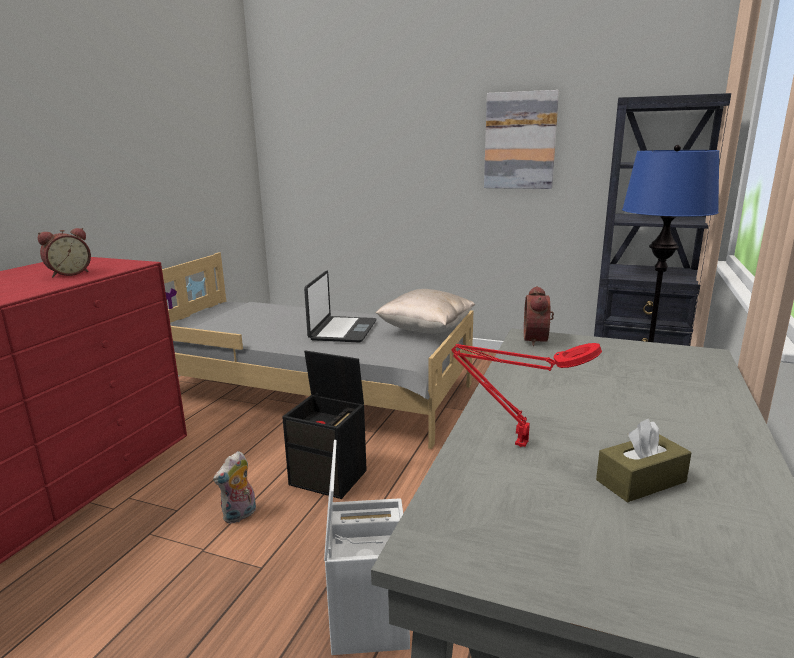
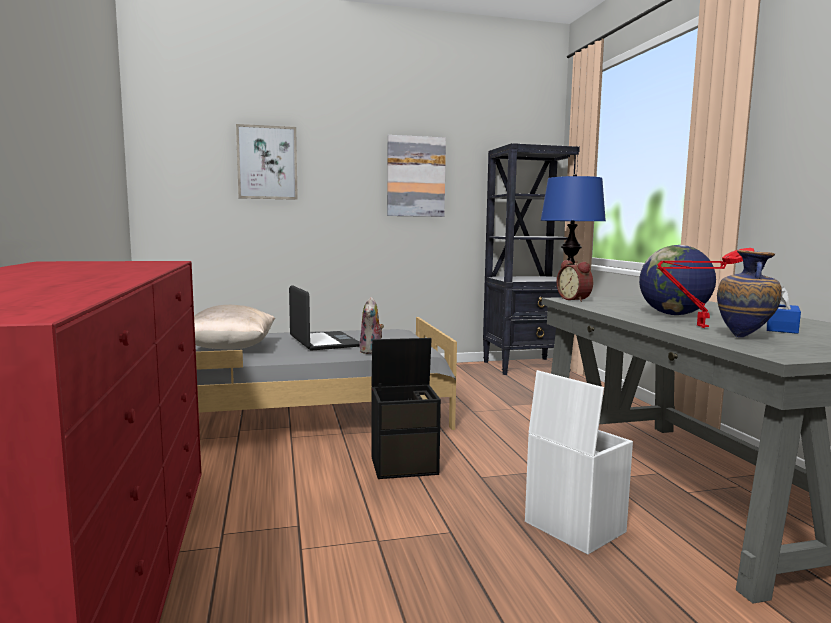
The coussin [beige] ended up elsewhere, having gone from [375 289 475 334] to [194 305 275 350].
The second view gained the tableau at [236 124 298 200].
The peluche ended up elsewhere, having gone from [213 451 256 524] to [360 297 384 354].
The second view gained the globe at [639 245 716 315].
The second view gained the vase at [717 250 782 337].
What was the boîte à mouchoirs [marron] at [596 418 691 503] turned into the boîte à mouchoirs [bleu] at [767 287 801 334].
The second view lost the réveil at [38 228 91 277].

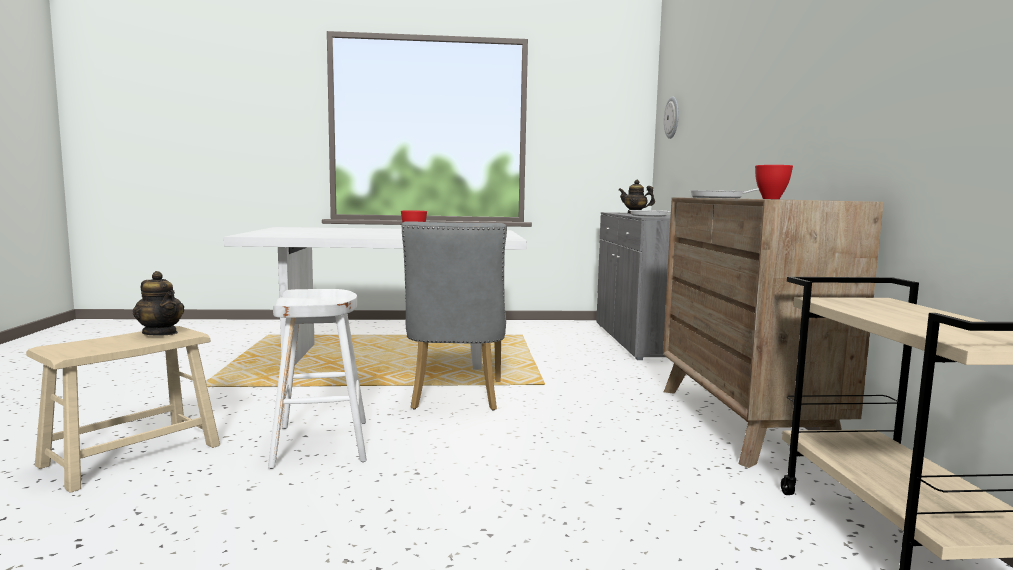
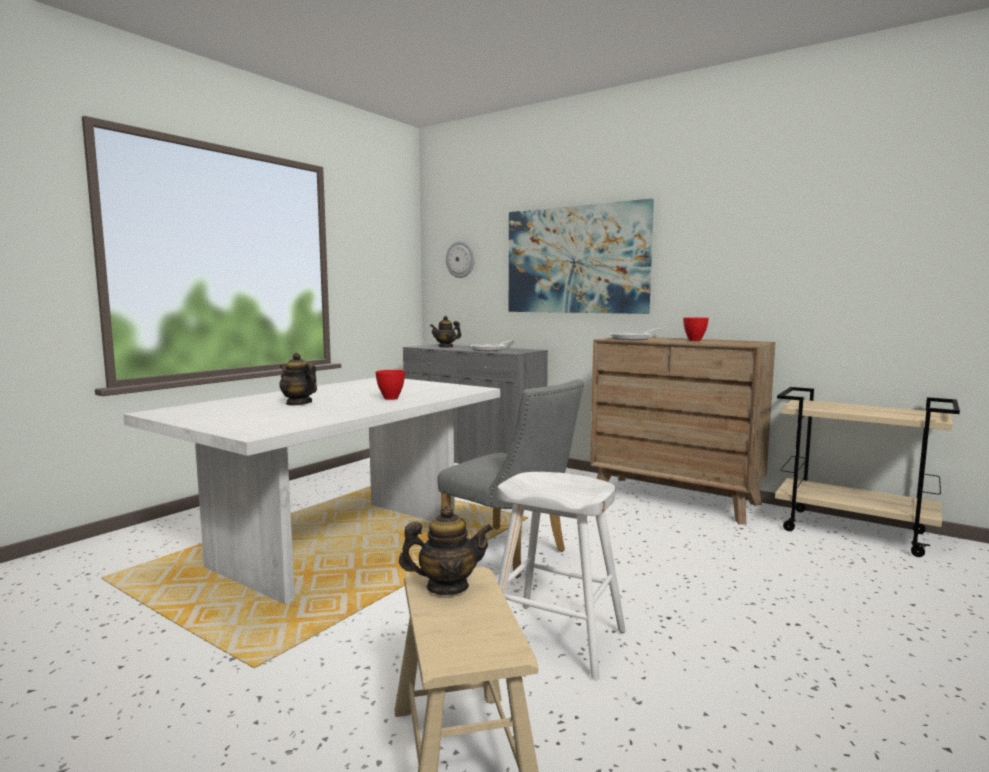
The second view gained the théière at [280 353 317 405].
The second view gained the tableau at [509 199 654 314].

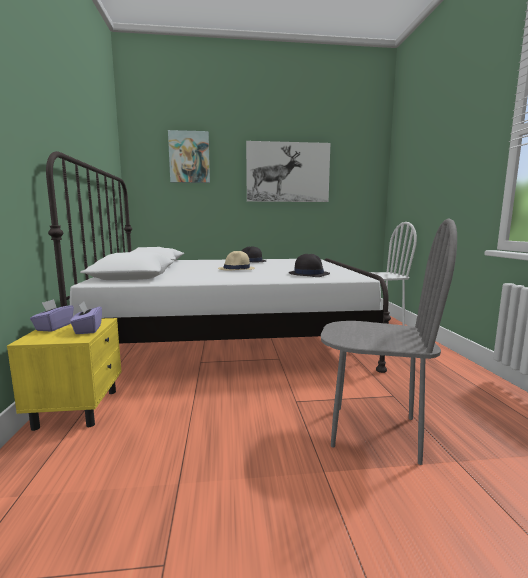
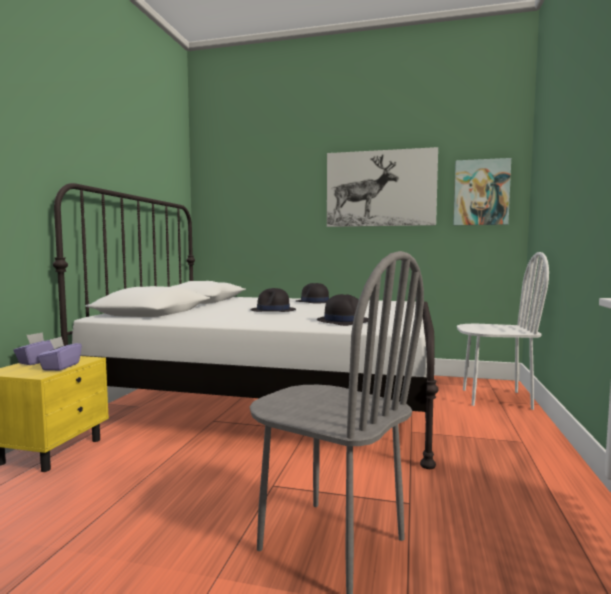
What was the chapeau [beige] at [218 251 255 271] turned into the chapeau [noir] at [250 288 296 312].
The tableau ended up elsewhere, having gone from [168 130 210 183] to [453 158 511 225].

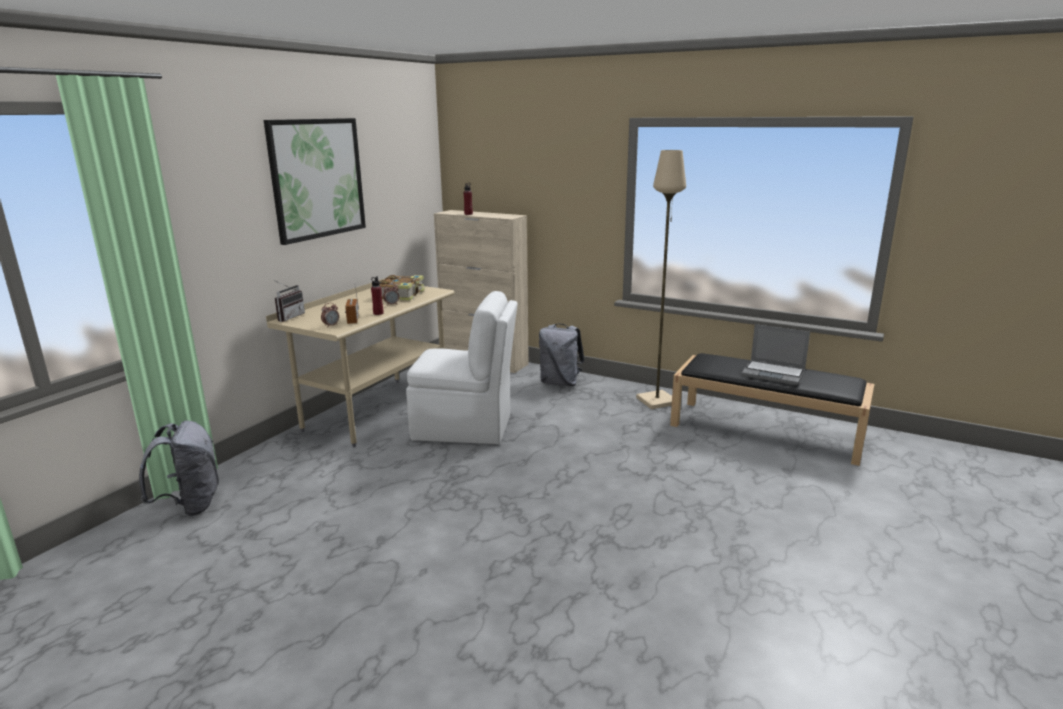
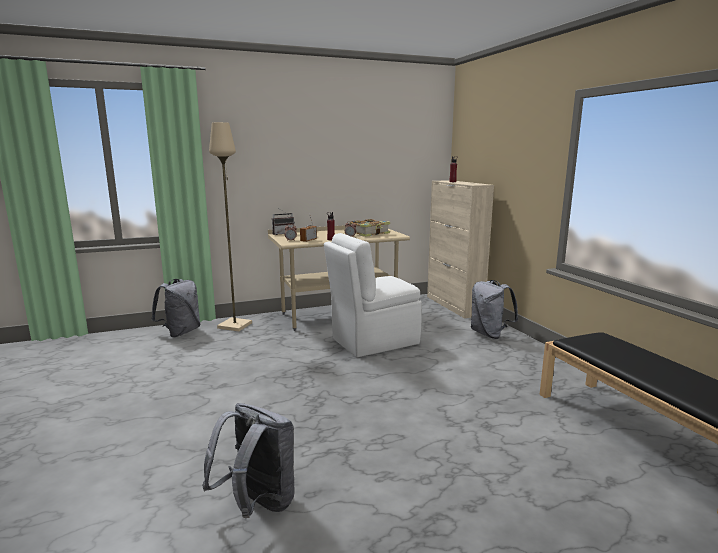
The second view gained the sac à dos [gris] at [202 403 295 518].
The lampadaire [beige] ended up elsewhere, having gone from [636 150 686 409] to [209 122 252 331].
The chaise [blanc] at [406 291 518 444] ended up facing another way, 105 degrees clockwise from before.
The second view lost the tableau at [264 118 366 245].
The second view lost the ordinateur portable at [742 324 810 385].

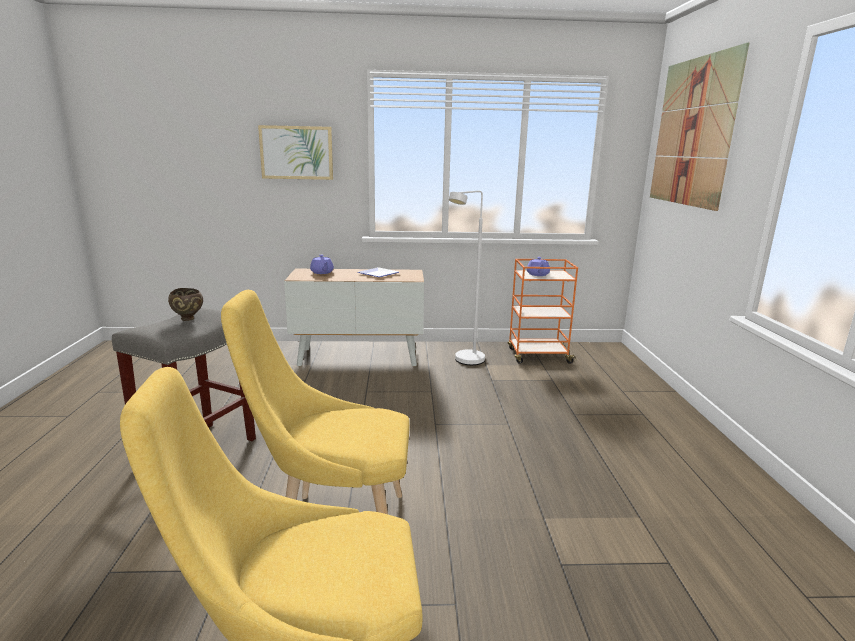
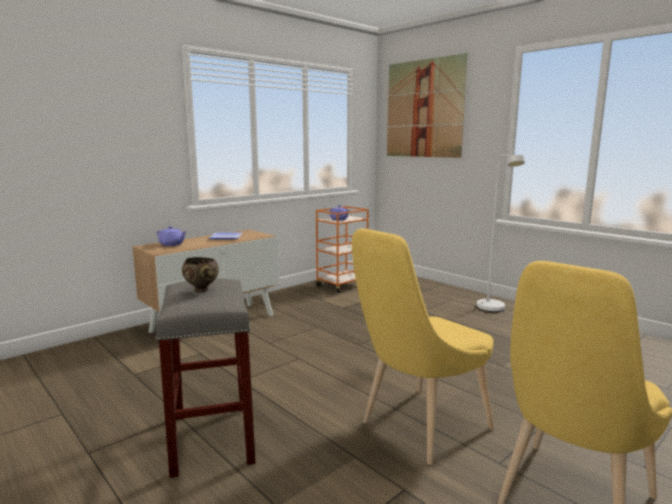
The lampadaire [blanc] ended up elsewhere, having gone from [448 191 485 365] to [477 155 525 312].
The second view lost the tableau at [258 125 333 180].

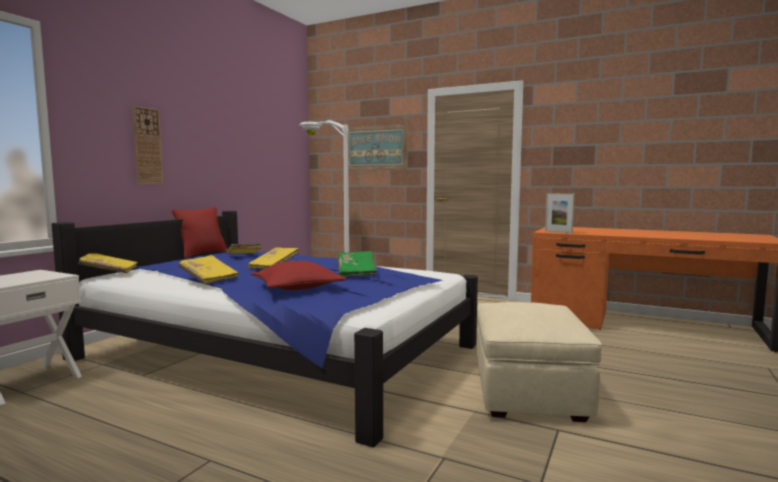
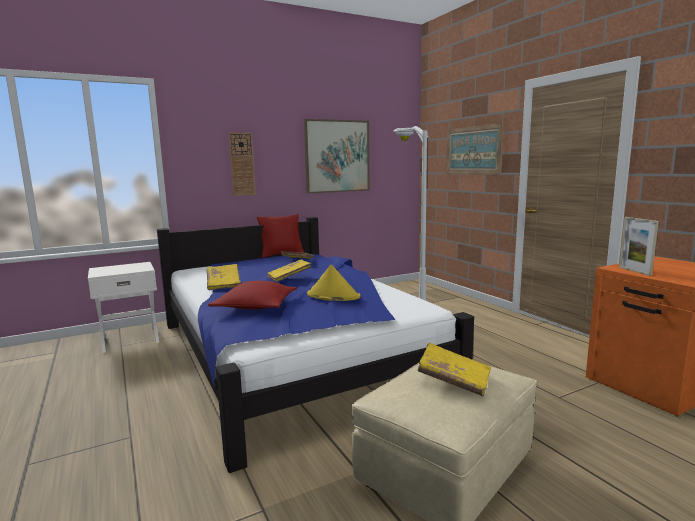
The second view gained the tableau at [304 119 370 194].
Where the livre [vert] stood at [338 251 377 277], the chapeau [jaune] came to stand at [307 264 361 301].
The livre [jaune] ended up elsewhere, having gone from [78 253 137 273] to [417 343 491 396].

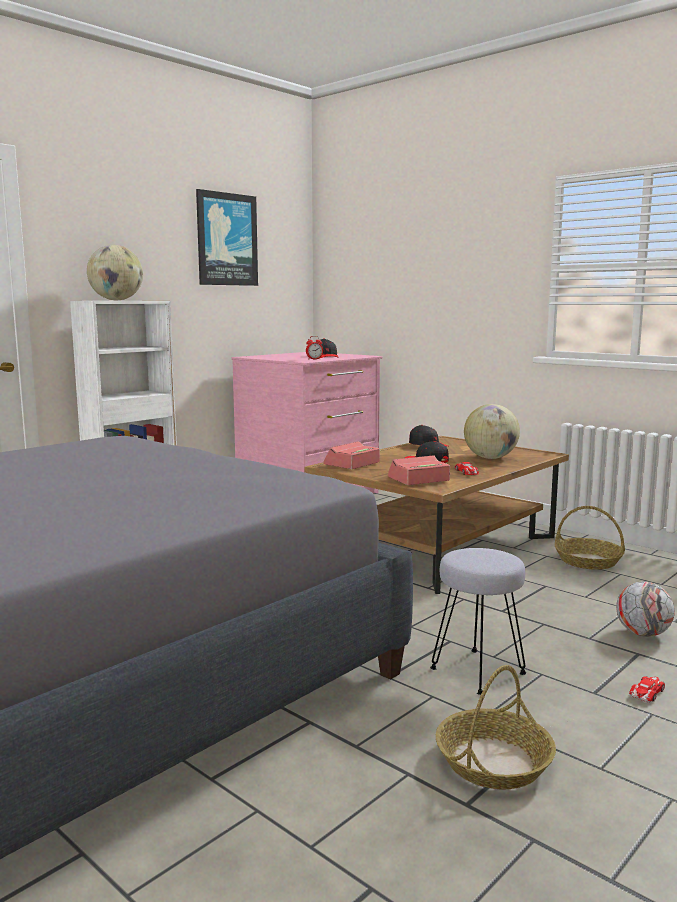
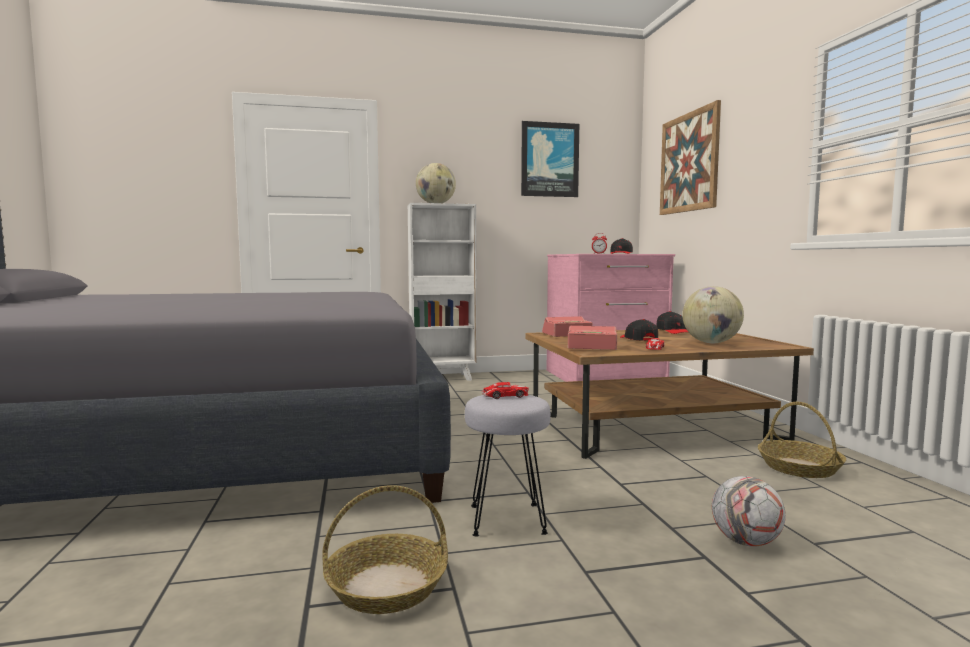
The petite voiture ended up elsewhere, having gone from [629 676 665 703] to [482 382 529 399].
The second view gained the tableau at [660 100 721 215].

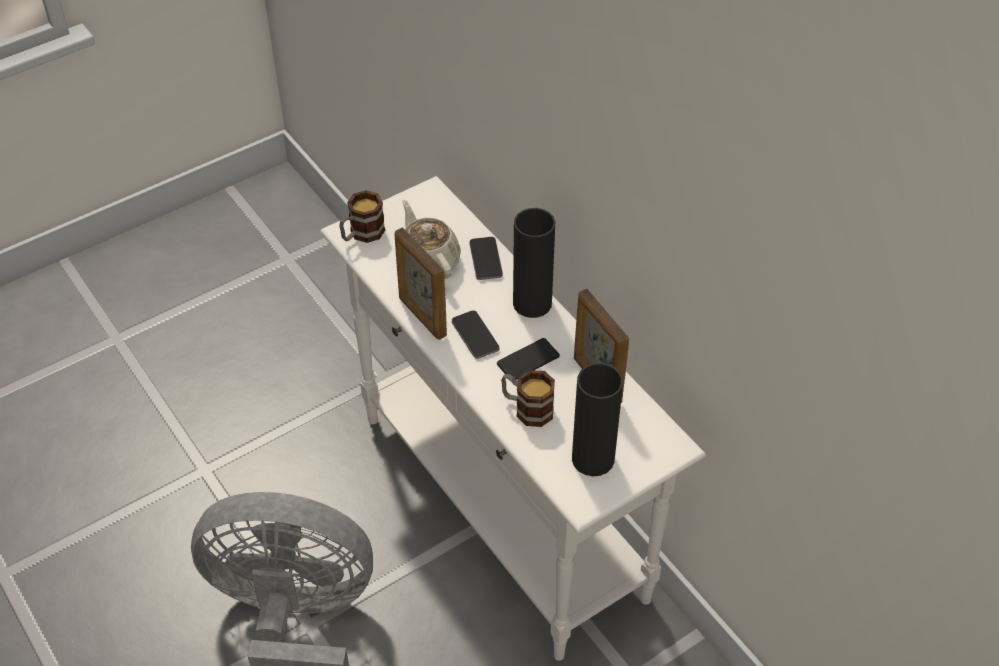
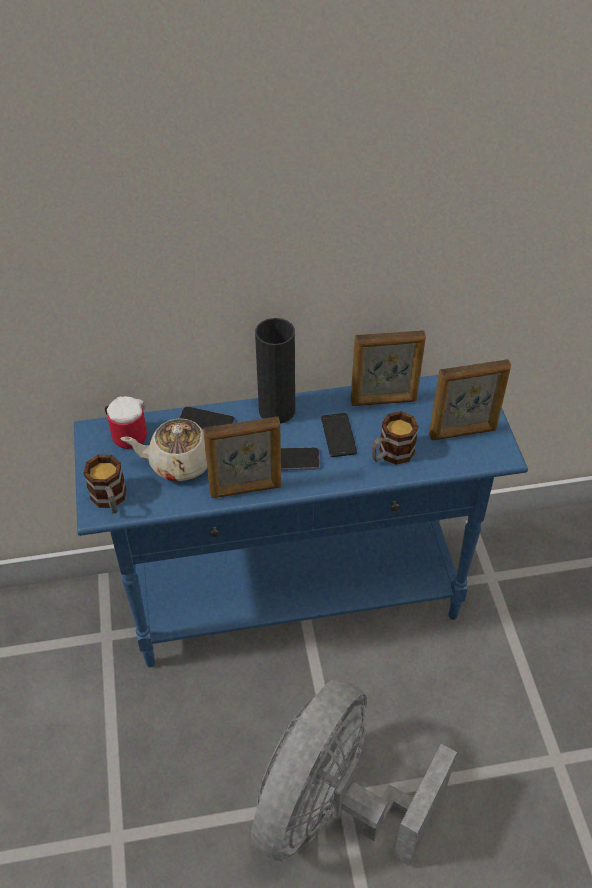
What was the table console [blanc] at [320 176 706 661] turned into the table console [bleu] at [74 375 528 668].
The second view gained the mug at [105 396 147 449].
Where the vase [noir] stood at [572 363 623 476], the cadre photo came to stand at [429 359 511 440].

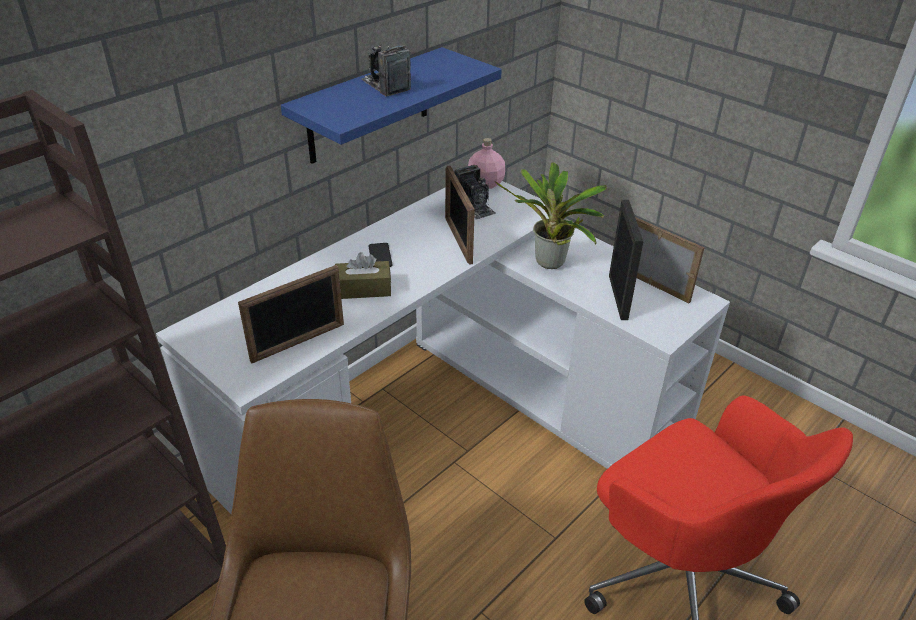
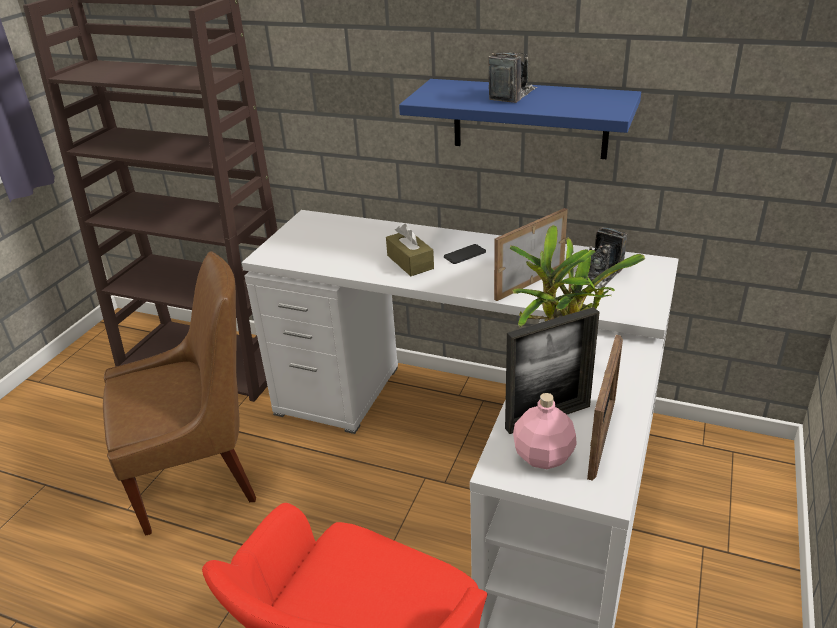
The bouteille [rose] ended up elsewhere, having gone from [468 138 505 189] to [513 393 577 469].
The second view lost the cadre photo at [238 265 344 363].

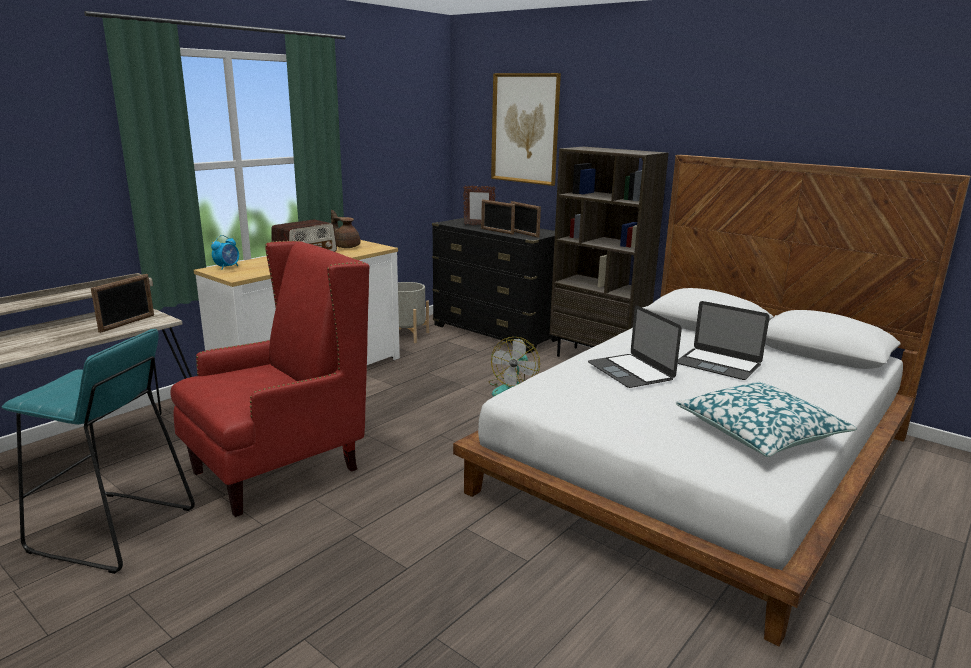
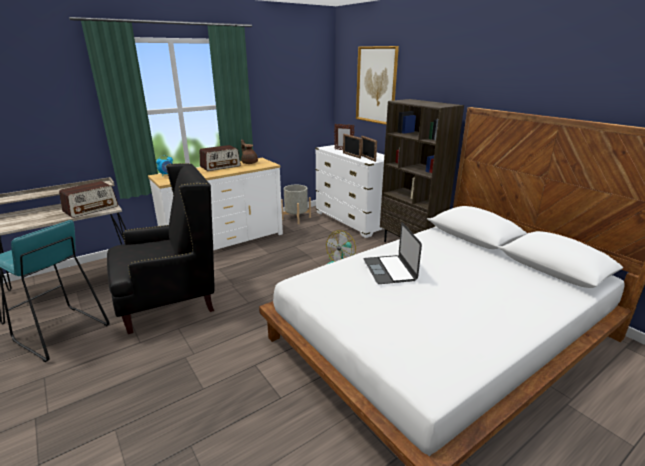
Where the cadre photo stood at [91 274 154 333], the radio came to stand at [59 181 118 218].
What was the fauteuil [rouge] at [170 240 369 517] turned into the fauteuil [noir] at [107 163 214 334].
What was the commode [noir] at [432 218 558 353] turned into the commode [blanc] at [315 145 384 238].
The second view lost the coussin at [676 382 857 457].
The second view lost the ordinateur portable at [678 301 770 380].

